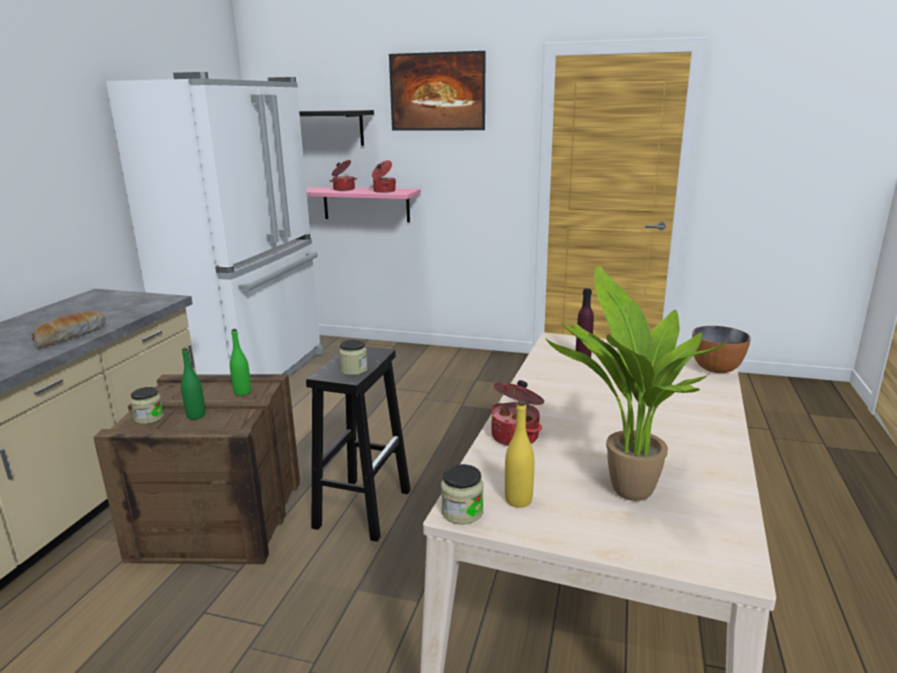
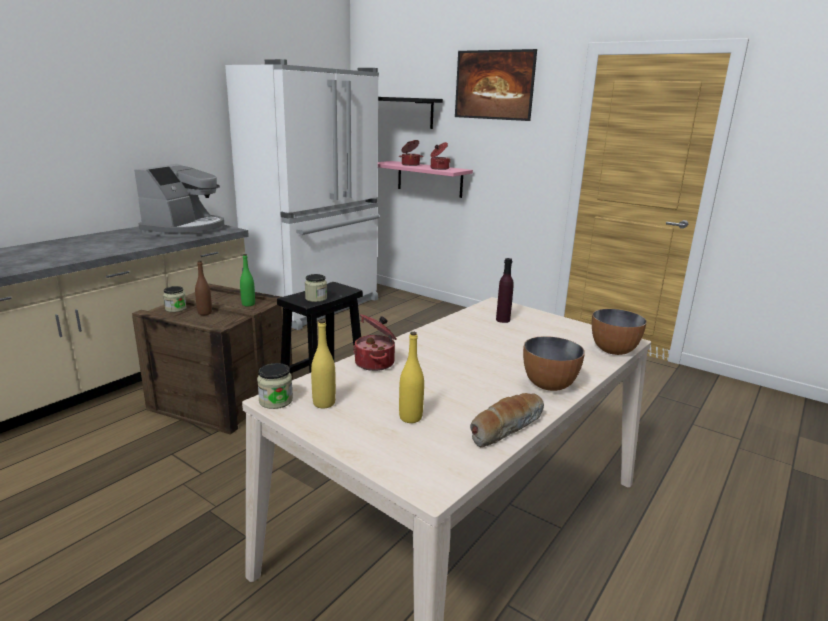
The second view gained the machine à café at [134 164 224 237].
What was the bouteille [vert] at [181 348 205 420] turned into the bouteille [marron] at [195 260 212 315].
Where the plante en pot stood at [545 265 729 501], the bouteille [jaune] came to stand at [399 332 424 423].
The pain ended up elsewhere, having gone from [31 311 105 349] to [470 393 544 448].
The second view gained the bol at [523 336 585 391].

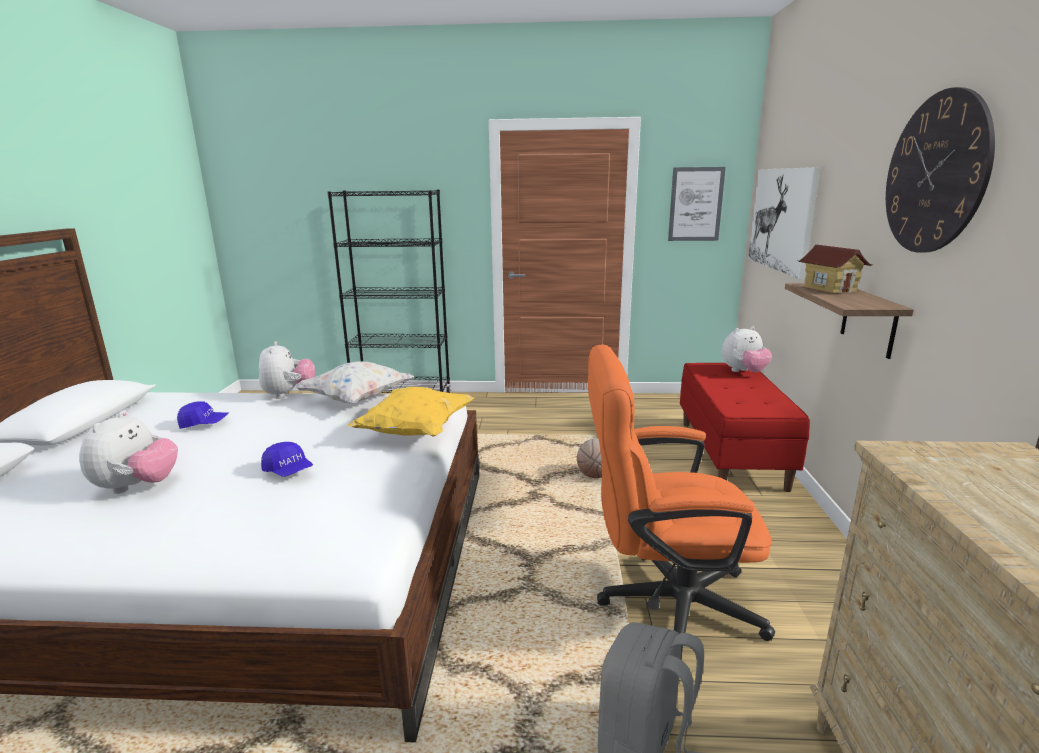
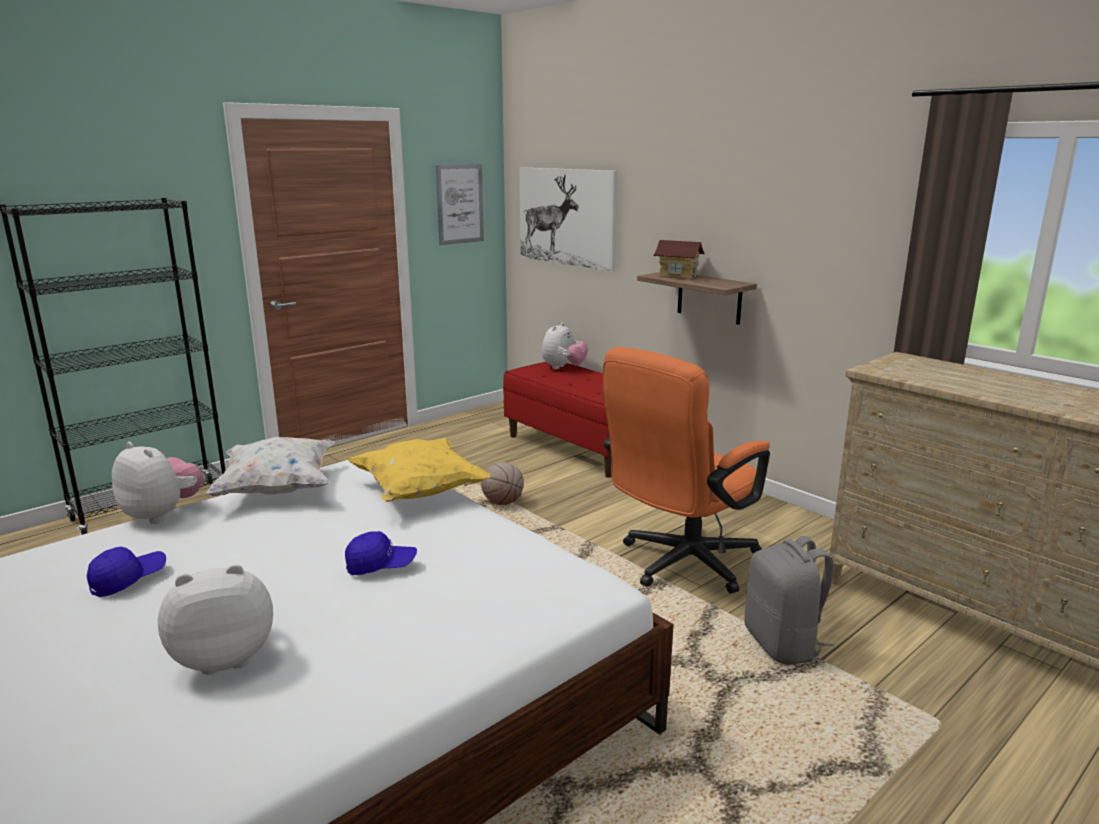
The peluche at [79 411 178 494] ended up facing another way, 75 degrees counterclockwise from before.
The second view lost the horloge murale at [886 87 995 253].

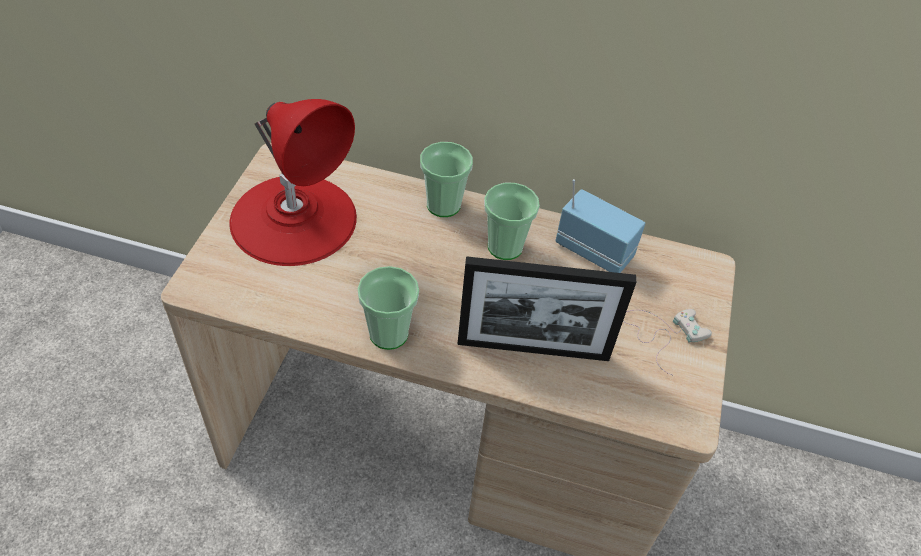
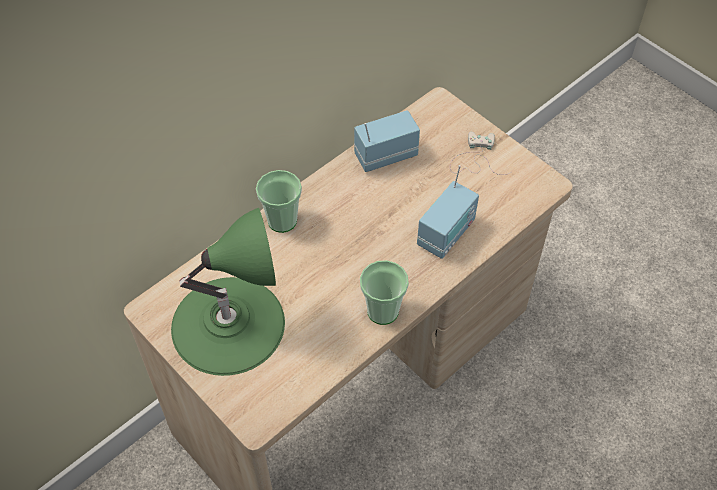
What was the lampe de table [rouge] at [230 99 357 266] turned into the lampe de table [vert] at [171 208 285 376].
Where the cadre photo stood at [457 256 636 361], the radio came to stand at [417 165 479 259].
The second view lost the tasse at [484 183 540 260].

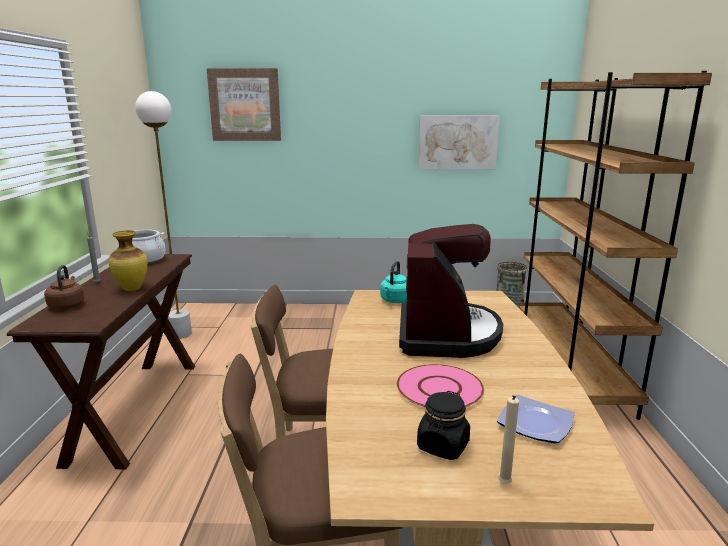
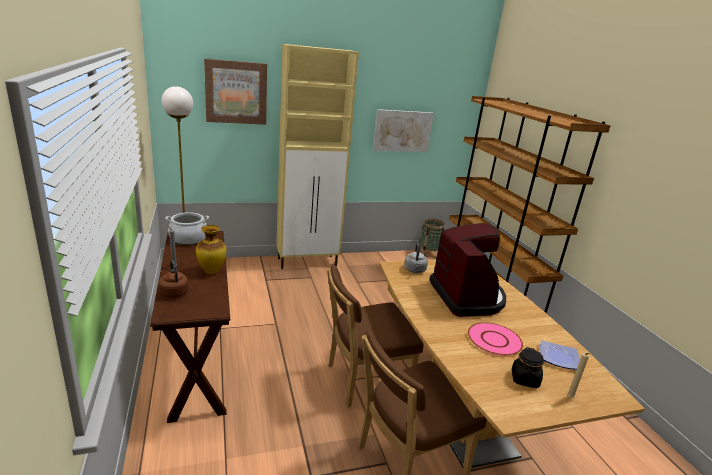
The second view gained the meuble de rangement [beige] at [276 44 359 269].
What was the bouilloire [turquoise] at [380 261 407 303] turned into the bouilloire [gris] at [404 243 428 273].

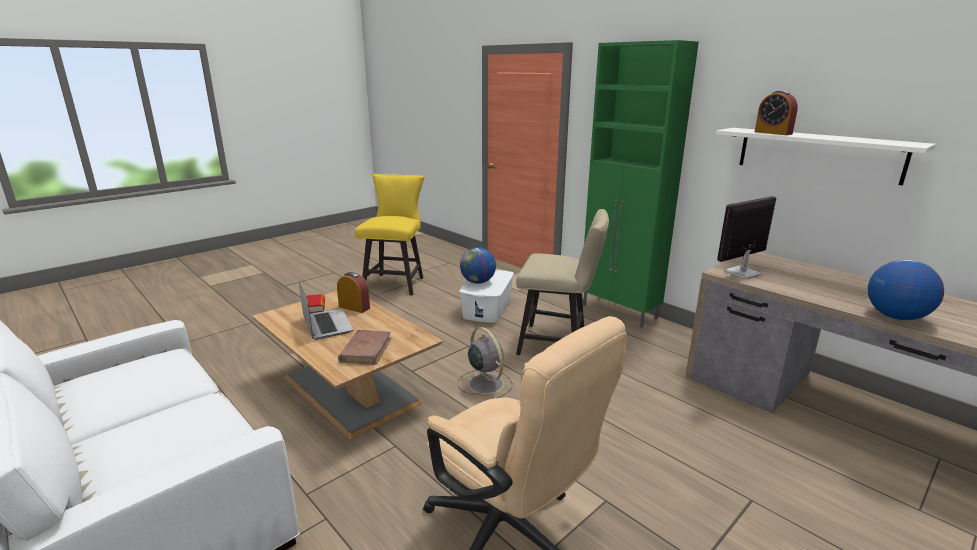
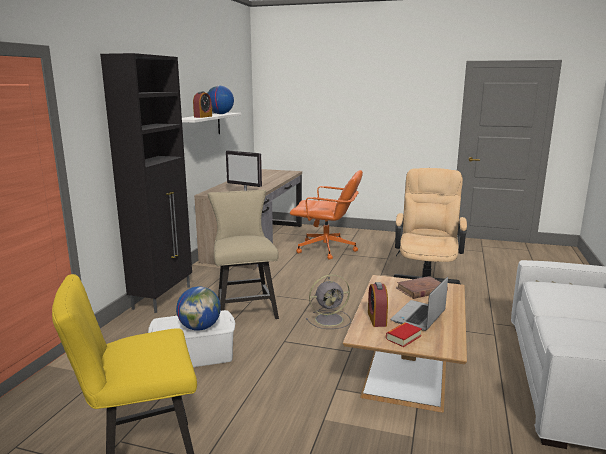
What was the meuble de rangement [vert] at [583 40 699 328] turned into the meuble de rangement [noir] at [100 53 192 313].
The globe ended up elsewhere, having gone from [867 260 944 320] to [208 86 234 114].
The second view gained the chaise de bureau [orange] at [290 170 363 260].
The ventilateur [gris] at [457 327 513 399] ended up facing another way, 135 degrees counterclockwise from before.

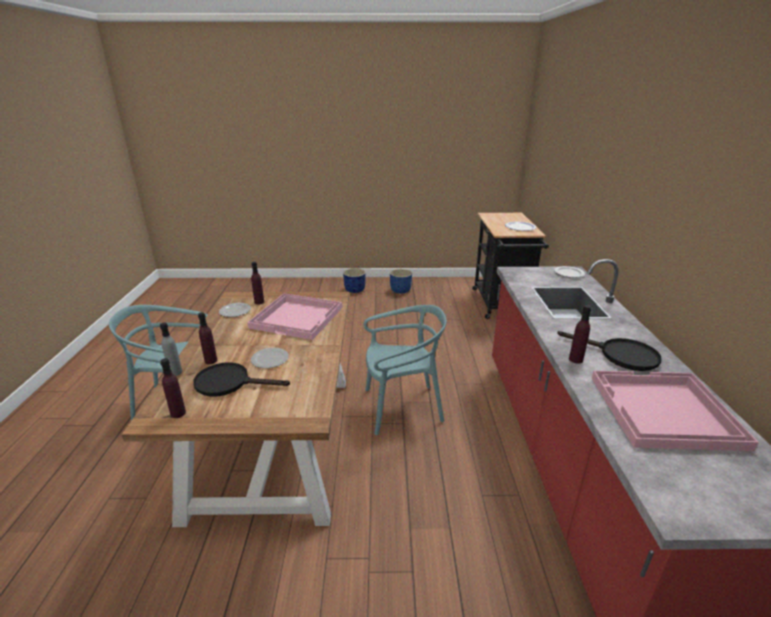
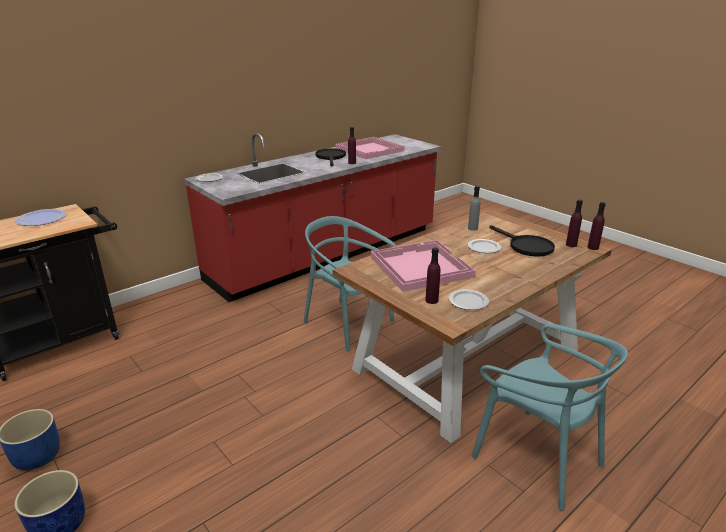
The bouteille [gris] ended up elsewhere, having gone from [160 322 182 376] to [468 186 480 231].
The bouteille [violet] ended up elsewhere, having gone from [198 312 217 364] to [588 202 606 250].

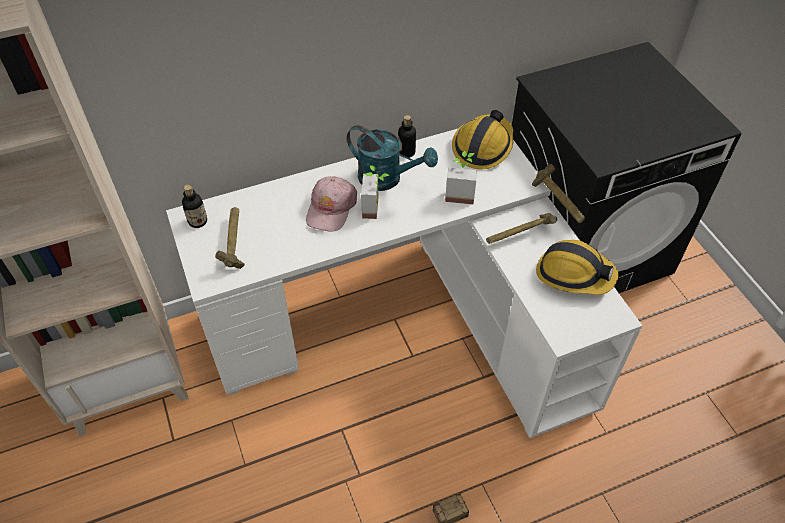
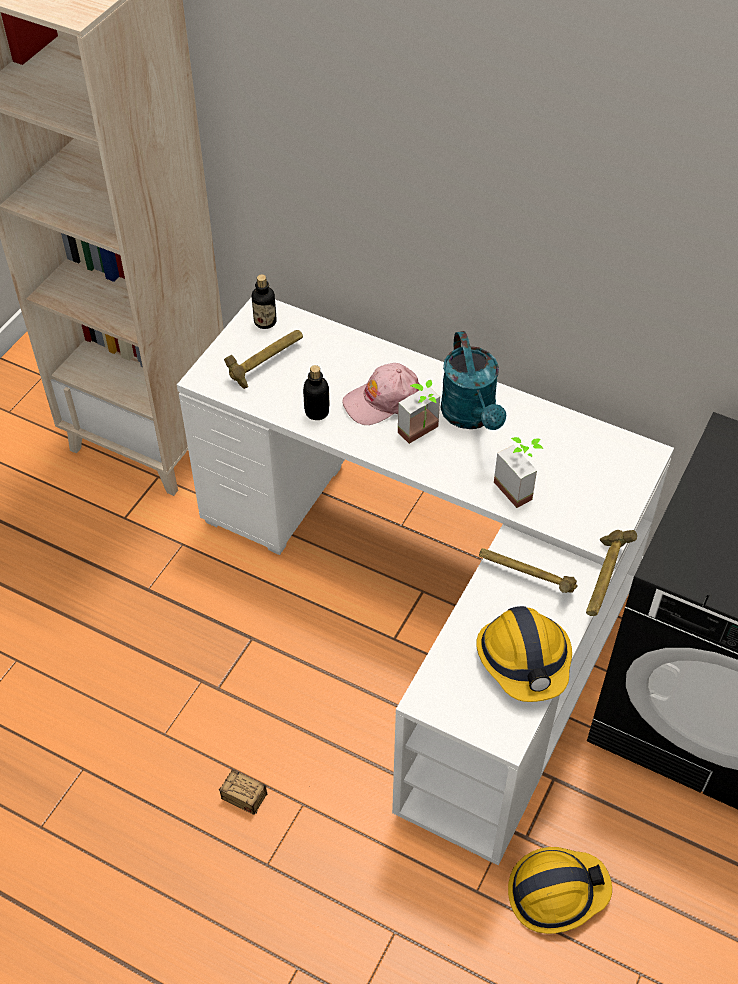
The bouteille ended up elsewhere, having gone from [398 115 416 158] to [303 365 330 420].
The casque de chantier ended up elsewhere, having gone from [452 110 513 169] to [508 847 612 934].

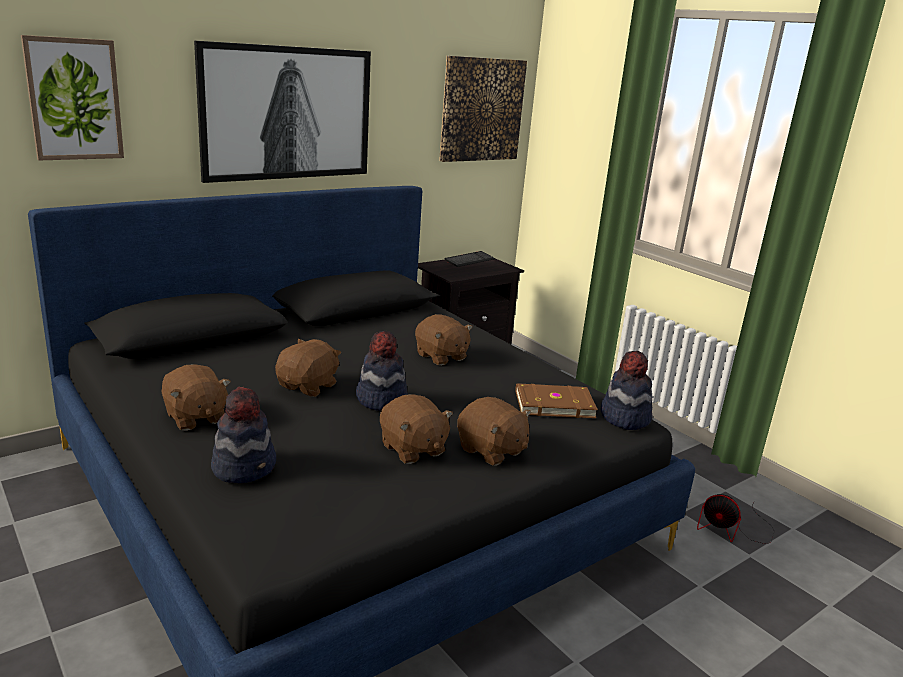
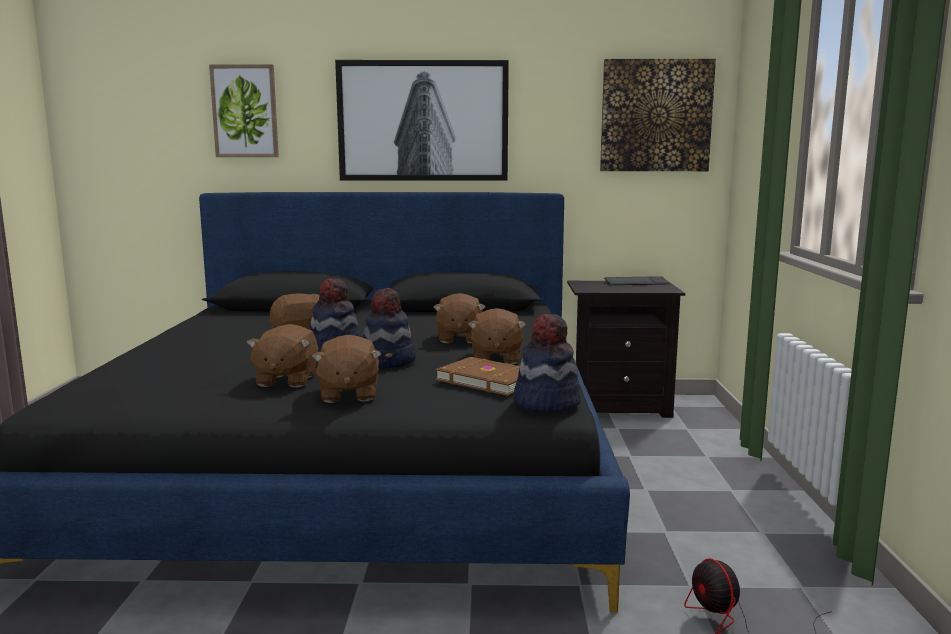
The chapeau ended up elsewhere, having gone from [211 387 276 483] to [362 288 416 369].
The peluche [marron] ended up elsewhere, having gone from [161 365 231 431] to [468 308 526 365].

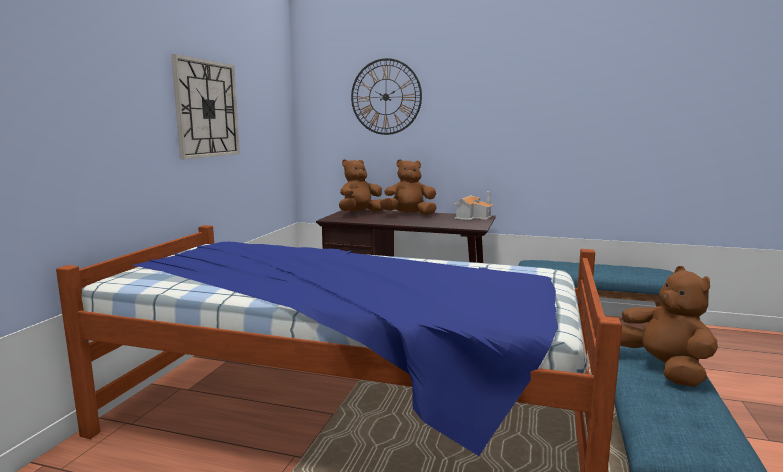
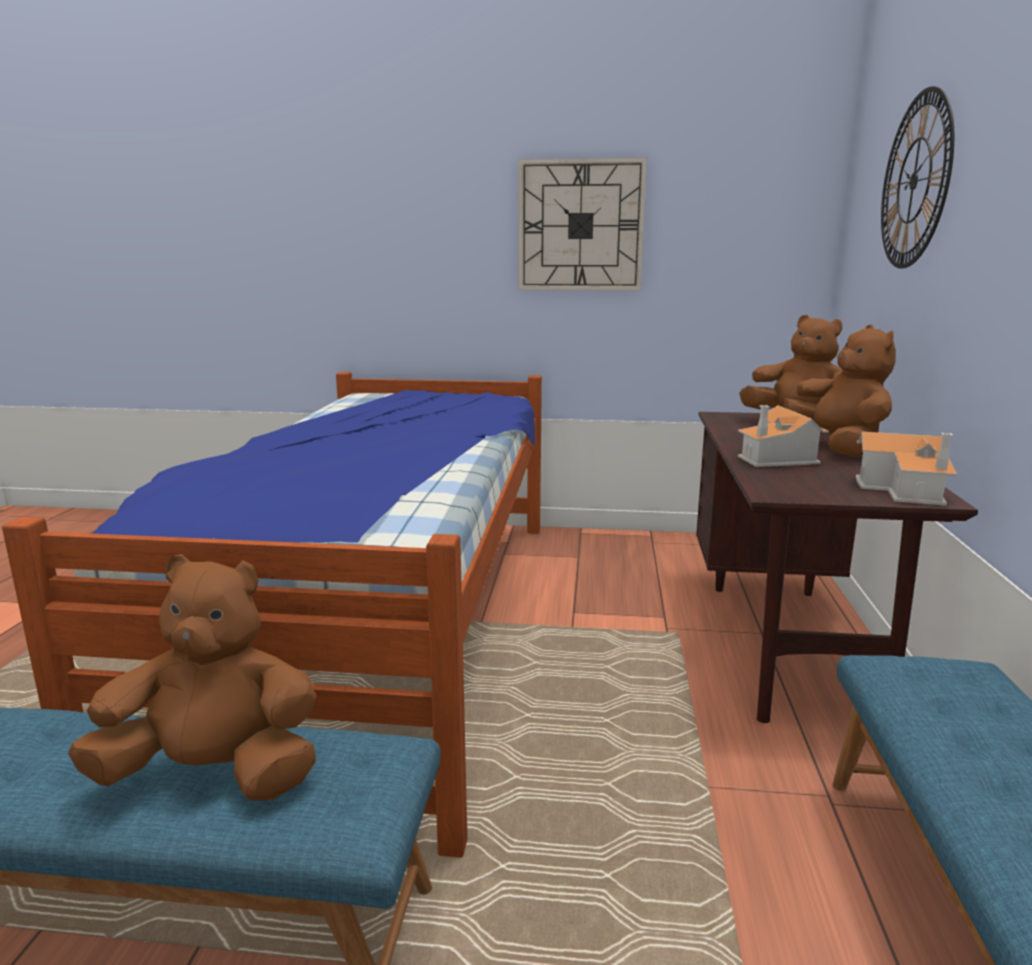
The peluche [marron] at [620 266 718 387] ended up facing another way, 150 degrees counterclockwise from before.
The second view gained the maison miniature at [738 405 829 467].

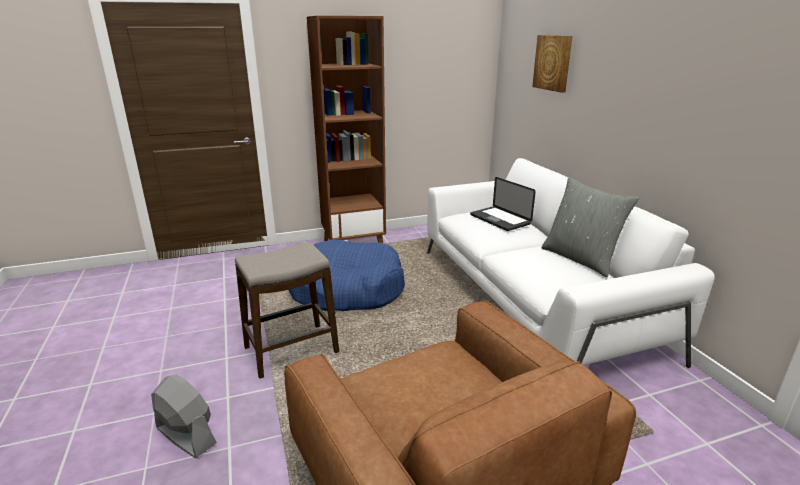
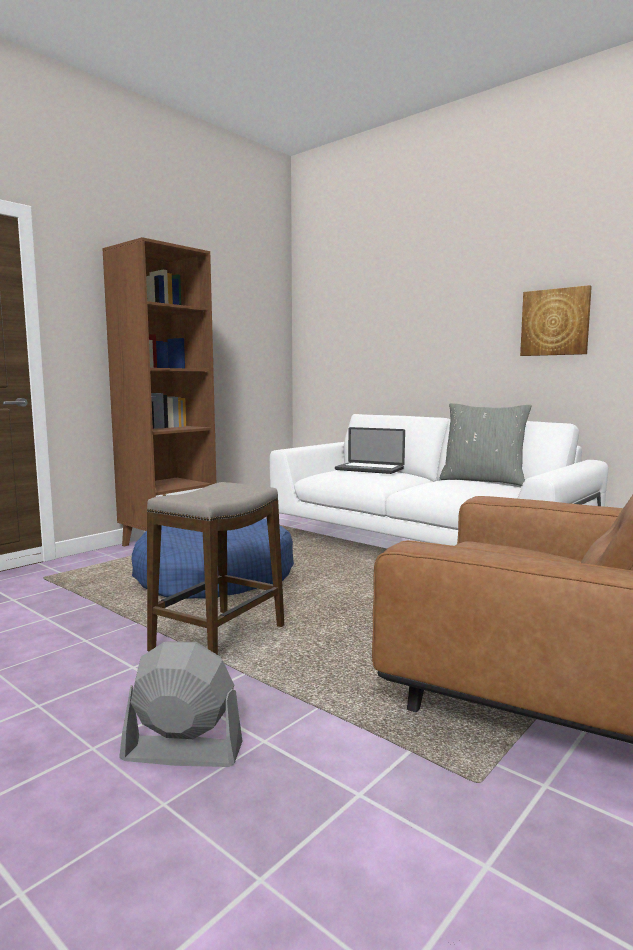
The tableau ended up elsewhere, having gone from [532 35 573 93] to [520 285 592 356].

